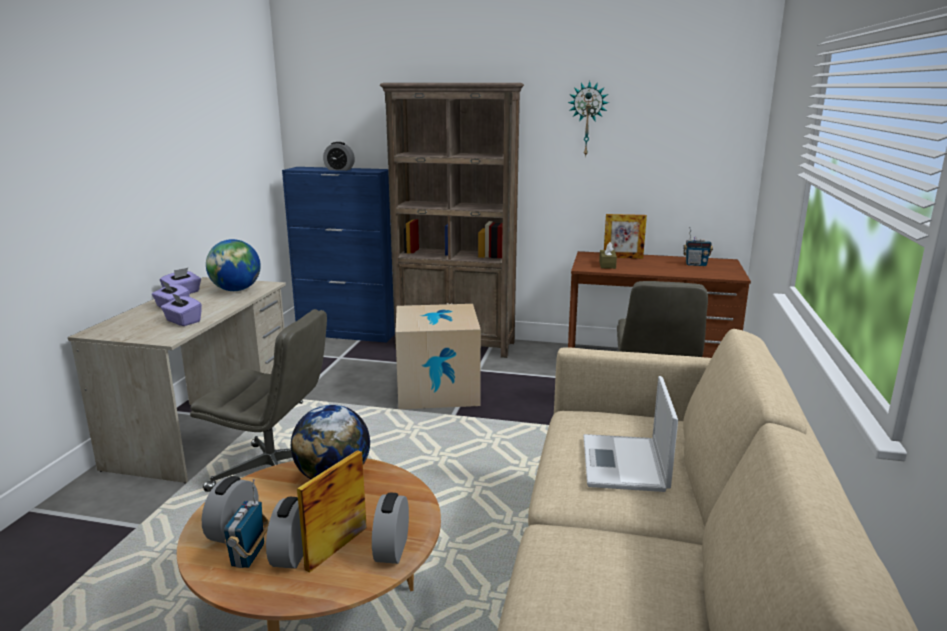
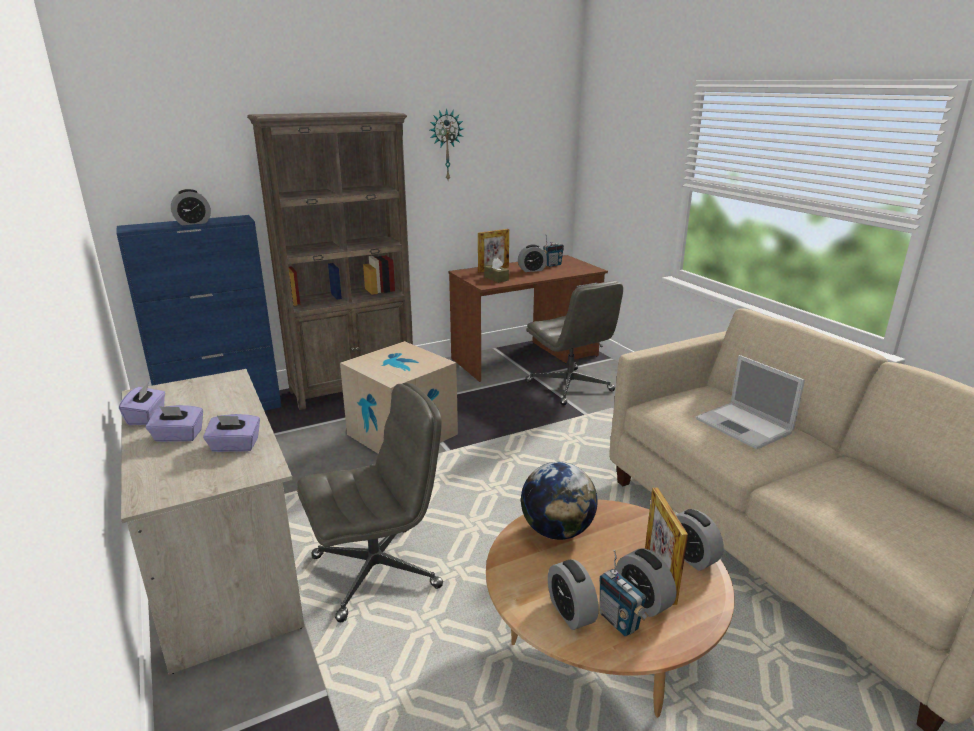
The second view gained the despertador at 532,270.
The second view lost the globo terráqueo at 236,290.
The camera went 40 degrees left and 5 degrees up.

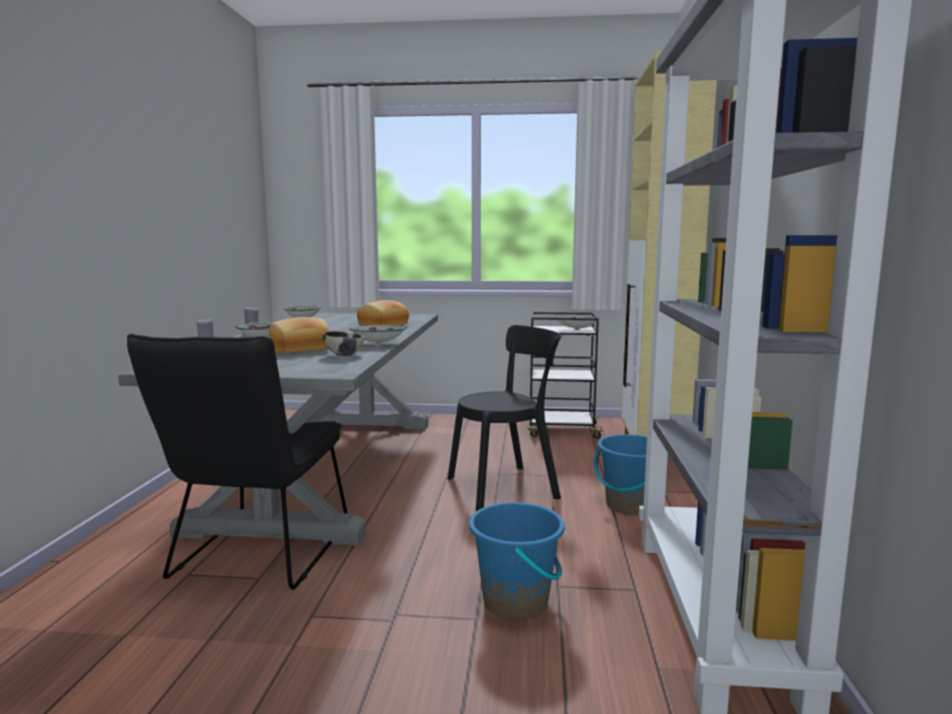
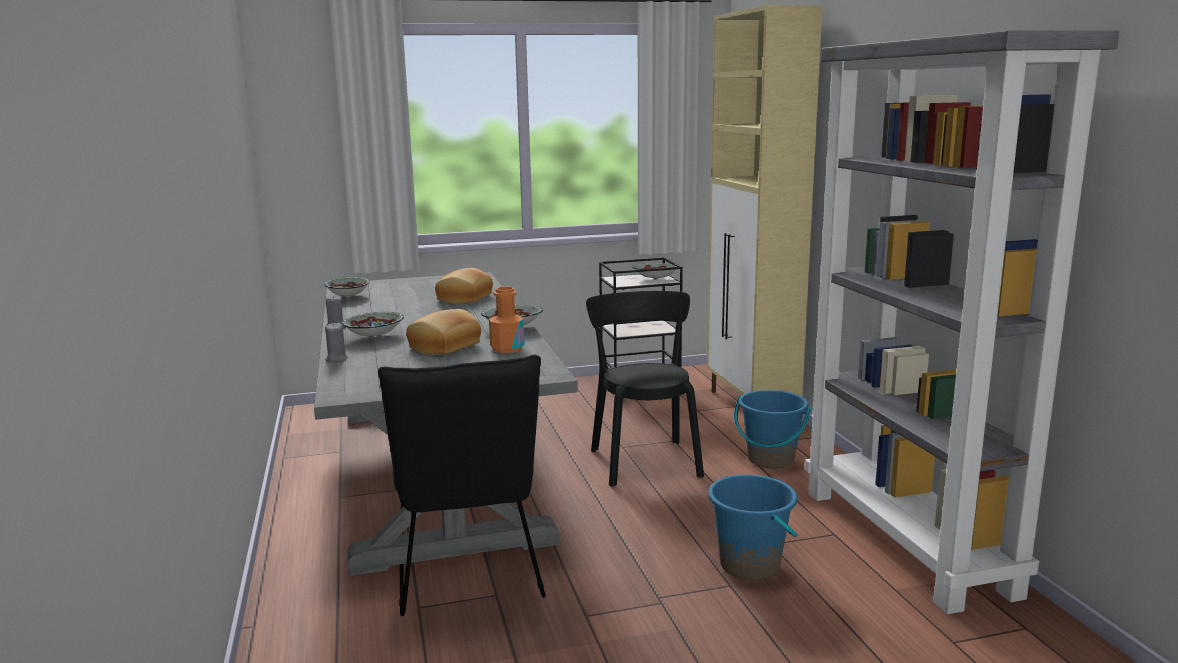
Where the cuenco stood at 344,355, the botella (naranja) came to stand at 507,349.
The silla (negro) at 507,487 ended up facing another way, 60 degrees counterclockwise from before.
The camera went 20 degrees left and 5 degrees up.

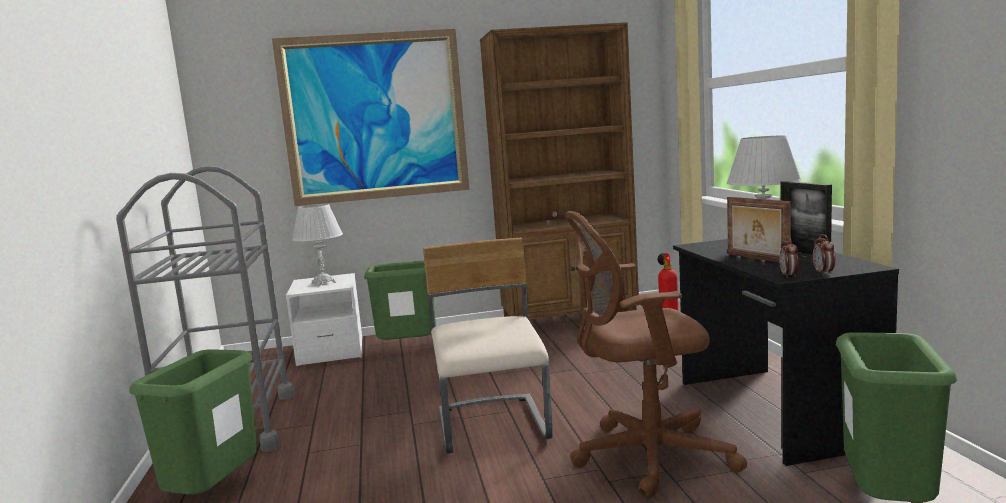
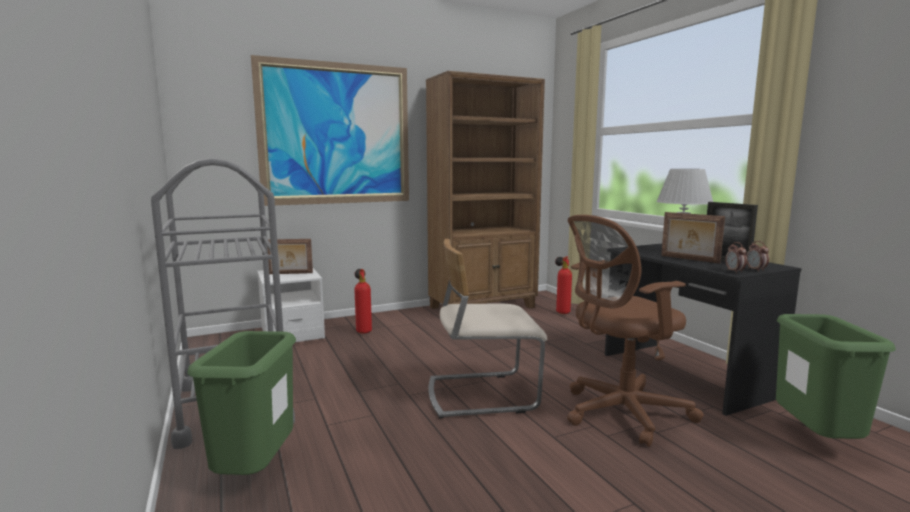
Where the lámpara de mesa (blanco) stood at 323,283, the portarretratos came to stand at 290,273.
Where the papelera (verde) stood at 408,349, the extintor came to stand at 363,331.
The silla (beis) at 493,426 ended up facing another way, 75 degrees counterclockwise from before.
The camera went 15 degrees left and 0 degrees up.

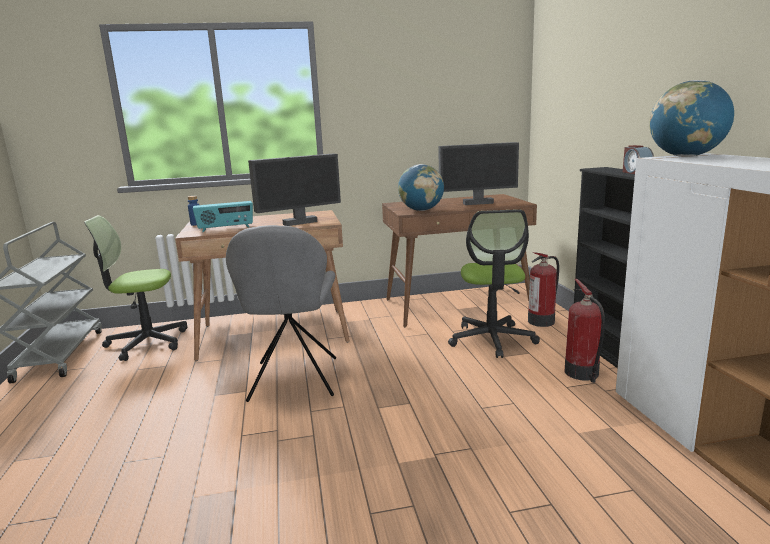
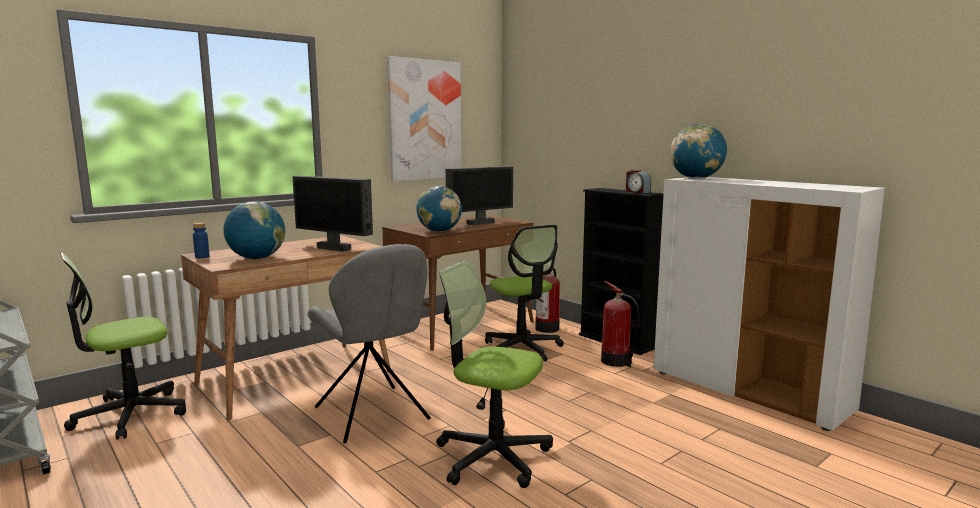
Where the radio stood at 226,229, the globo terráqueo came to stand at 257,258.
The monitor at 299,223 ended up facing another way, 90 degrees clockwise from before.
The second view gained the cuadro at 424,120.
The second view gained the silla de oficina at 492,456.
The camera went 30 degrees left and 5 degrees down.

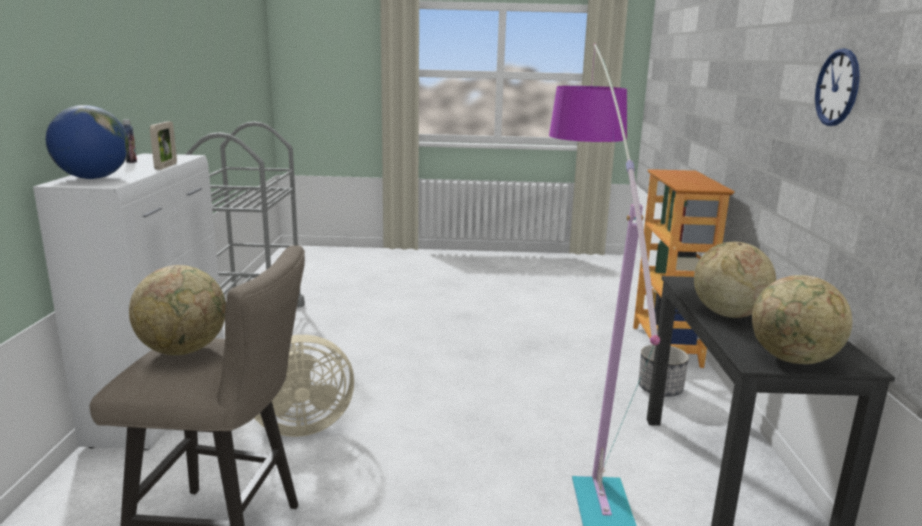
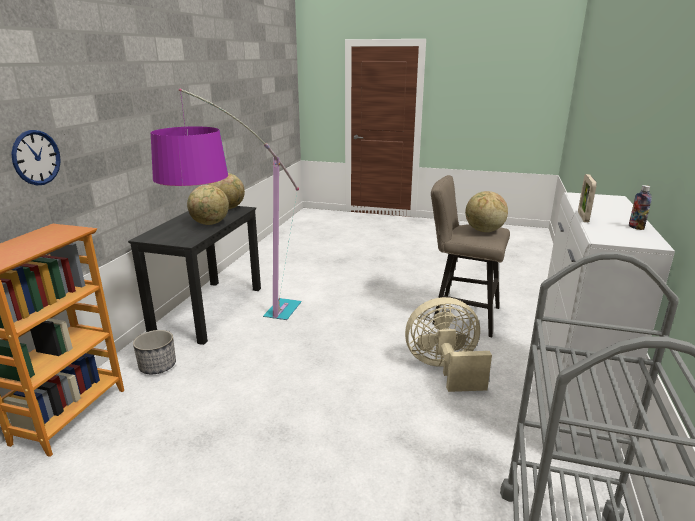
The reloj de pared ended up elsewhere, having gone from 837,87 to 36,157.
The second view lost the globo terráqueo at 93,178.
The camera went 165 degrees left and 5 degrees up.

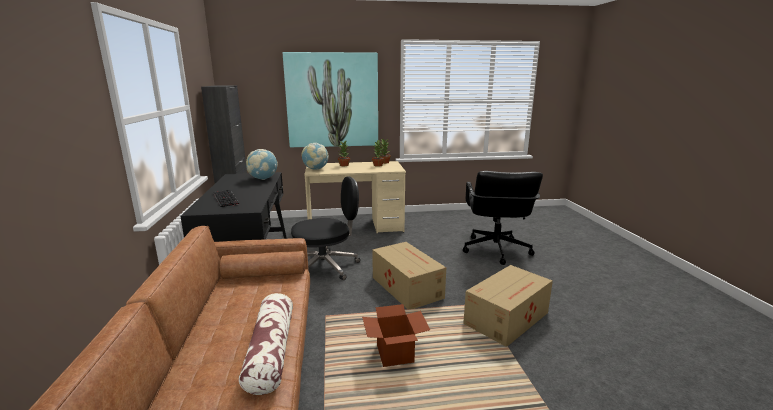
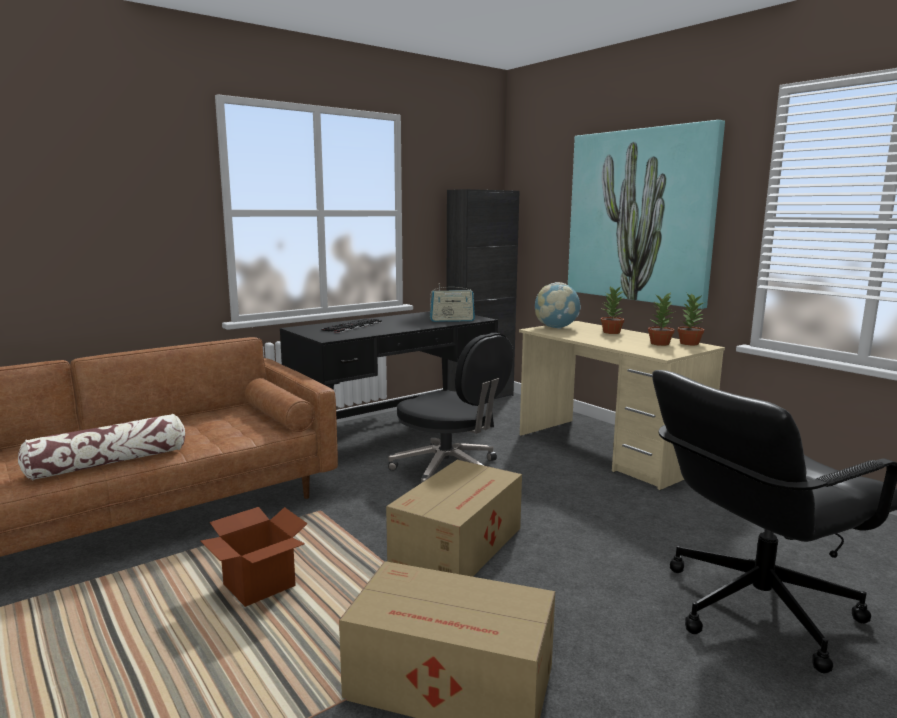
Where the globo terráqueo stood at 263,178, the radio came to stand at 452,320.
The camera went 60 degrees right and 5 degrees down.

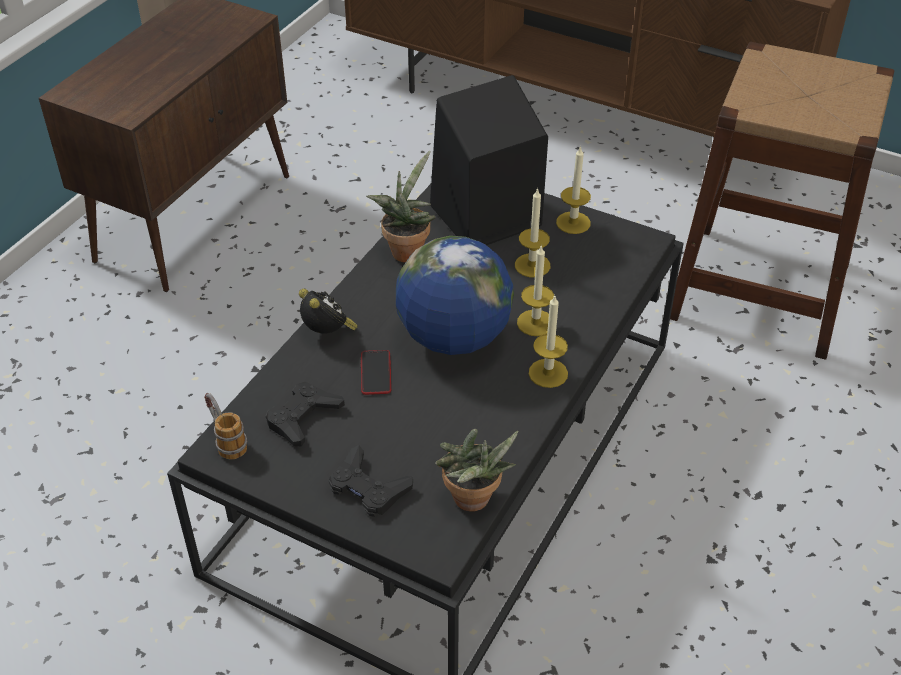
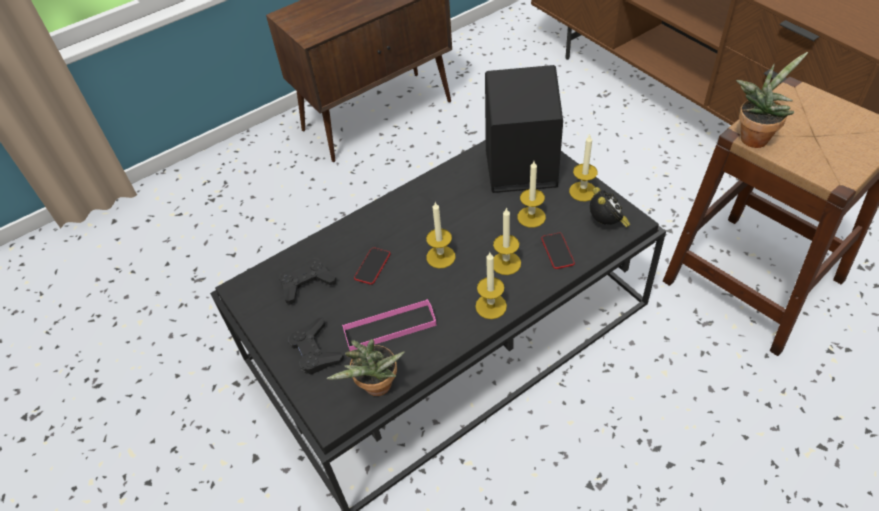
The second view gained the bandeja (rosa) at 390,327.
Where the globo terráqueo stood at 454,338, the vela came to stand at 440,257.
The second view gained the móvil at 557,251.
The despertador ended up elsewhere, having gone from 328,333 to 606,224.
The planta en maceta ended up elsewhere, having gone from 406,249 to 754,136.
The second view lost the taza grande at 225,440.
The camera went 30 degrees right and 5 degrees up.

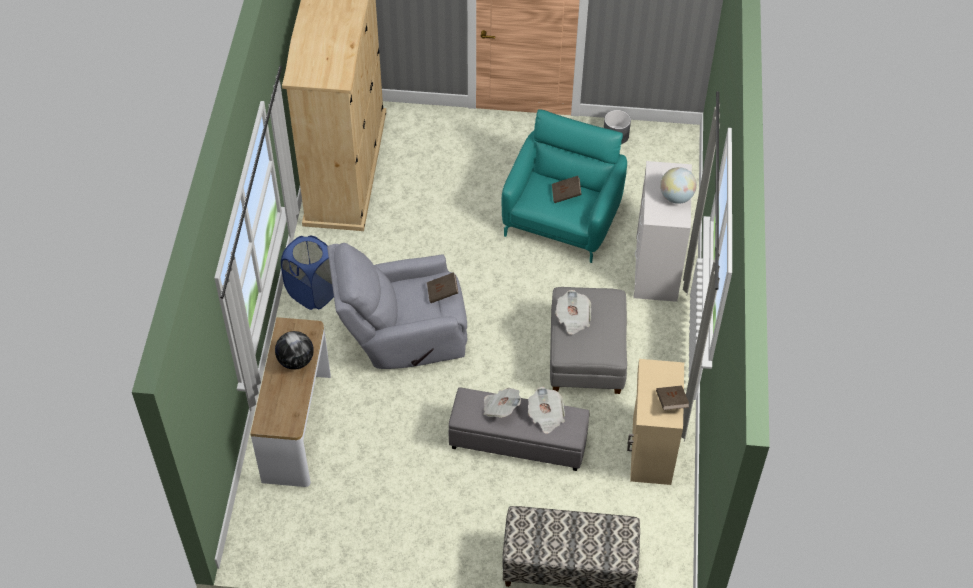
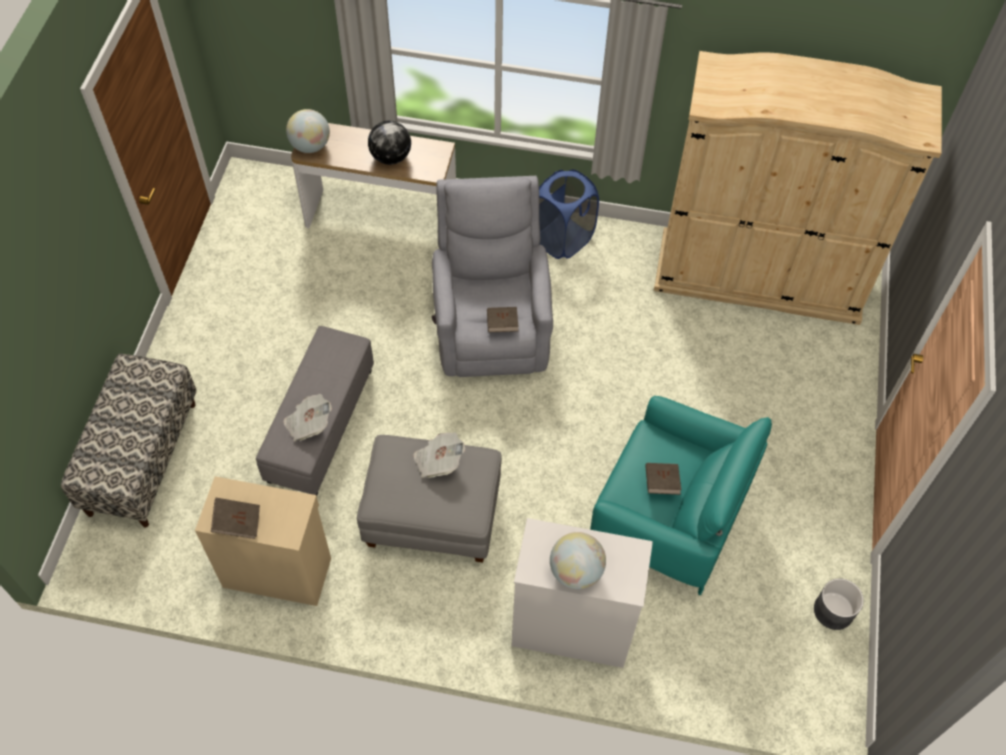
The second view gained the globo terráqueo at 310,146.
The second view lost the periódico at 500,408.
The camera went 95 degrees right and 5 degrees up.

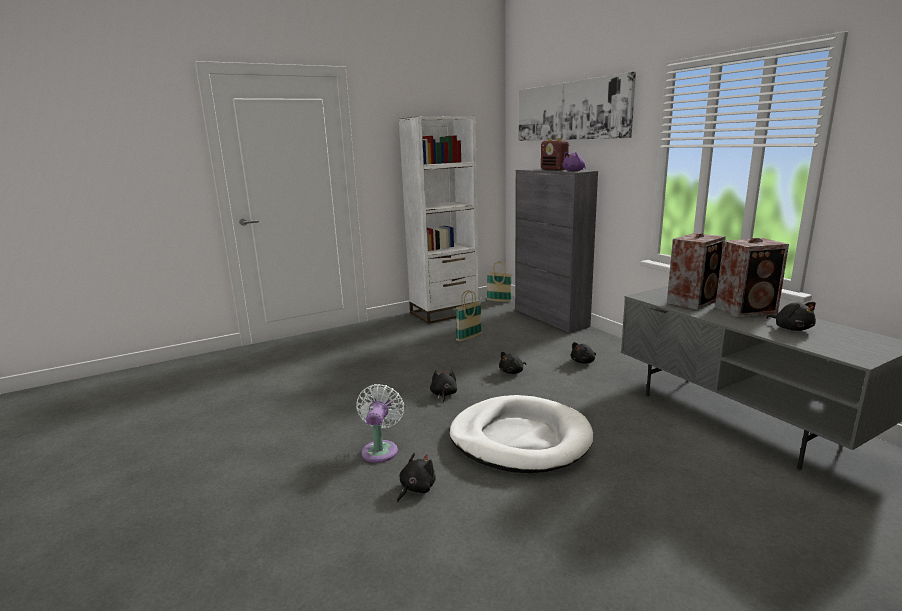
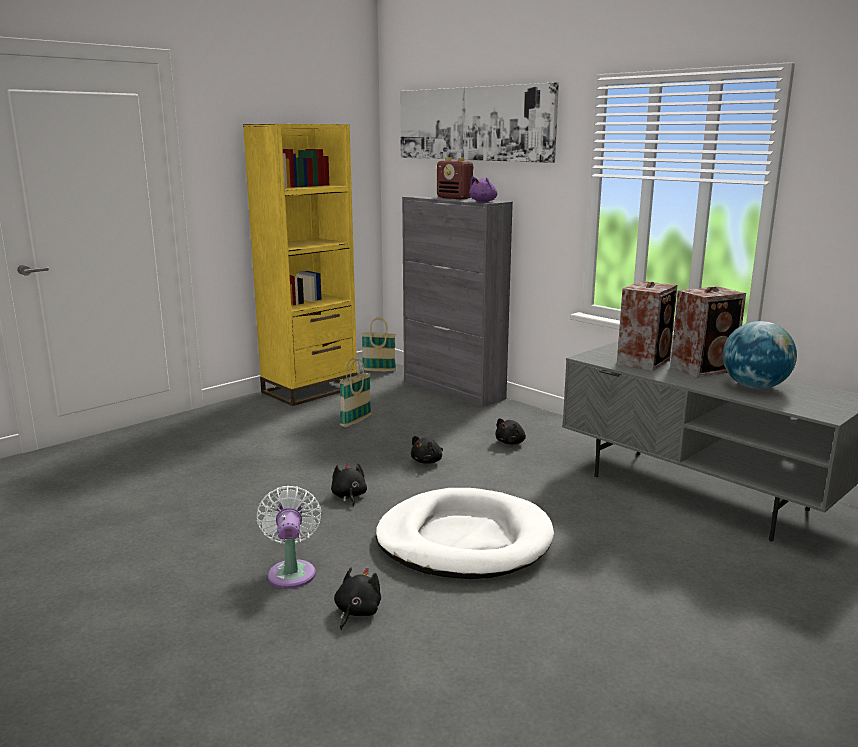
What was the estantería (blanco) at 444,313 turned into the estantería (amarillo) at 310,390.
Where the peluche (negro) stood at 791,328, the globo terráqueo came to stand at 754,387.
The camera went 15 degrees left and 0 degrees up.

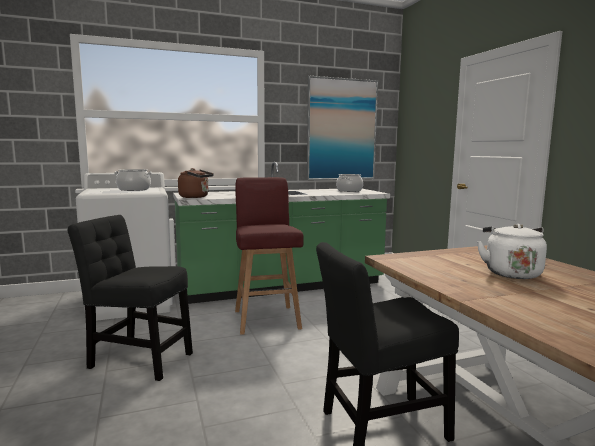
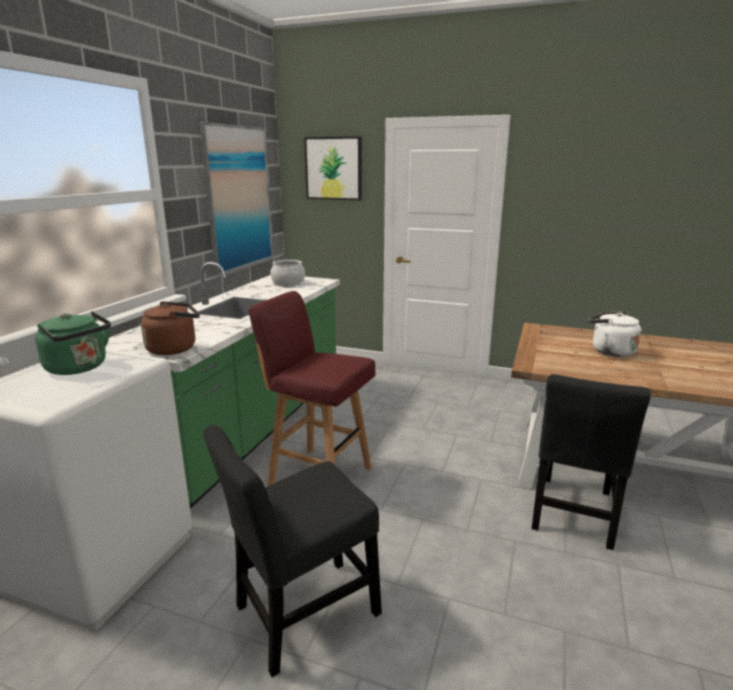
Where the olla stood at 134,189, the hervidor (verde) came to stand at 79,368.
The second view gained the cuadro at 333,168.
The camera went 50 degrees left and 10 degrees up.

